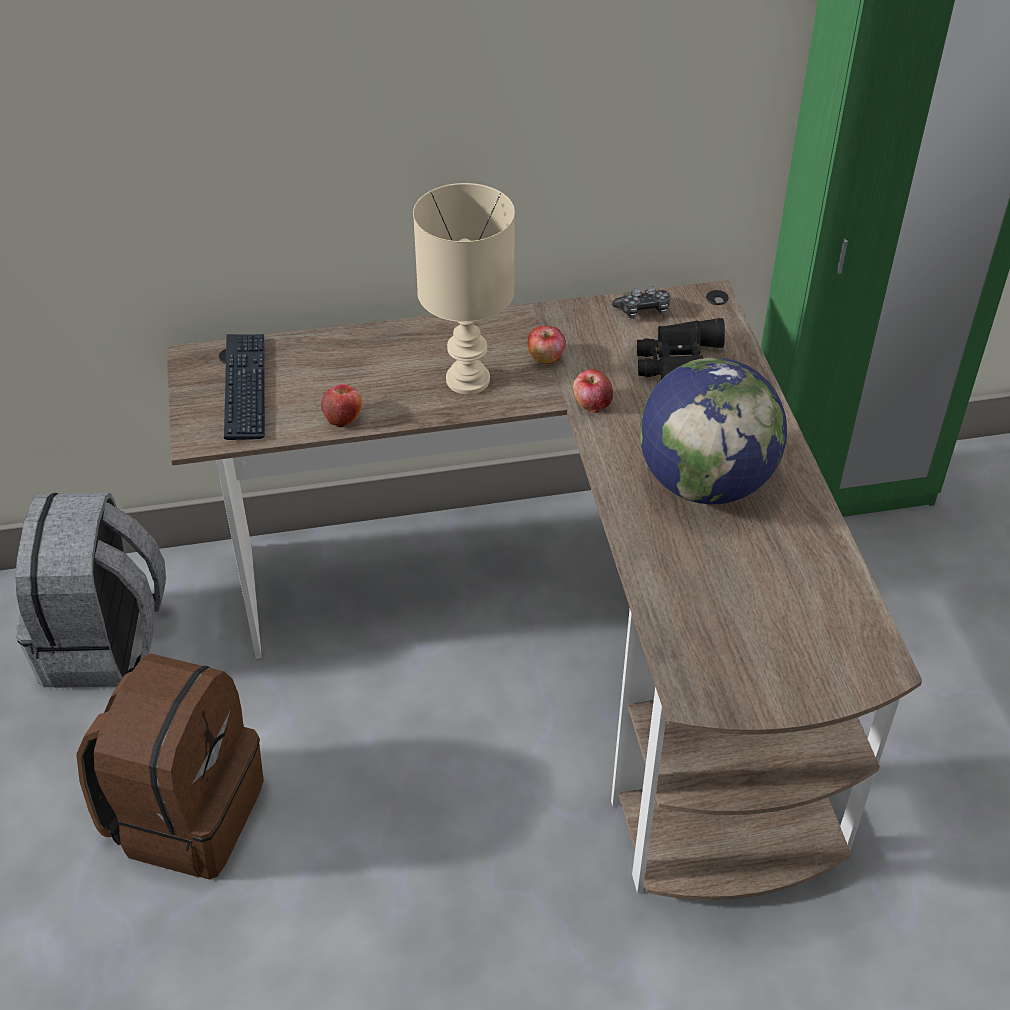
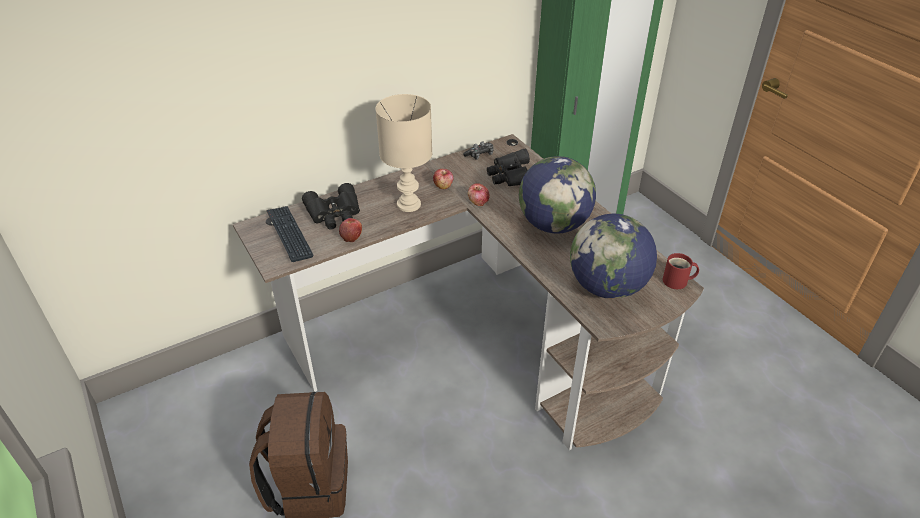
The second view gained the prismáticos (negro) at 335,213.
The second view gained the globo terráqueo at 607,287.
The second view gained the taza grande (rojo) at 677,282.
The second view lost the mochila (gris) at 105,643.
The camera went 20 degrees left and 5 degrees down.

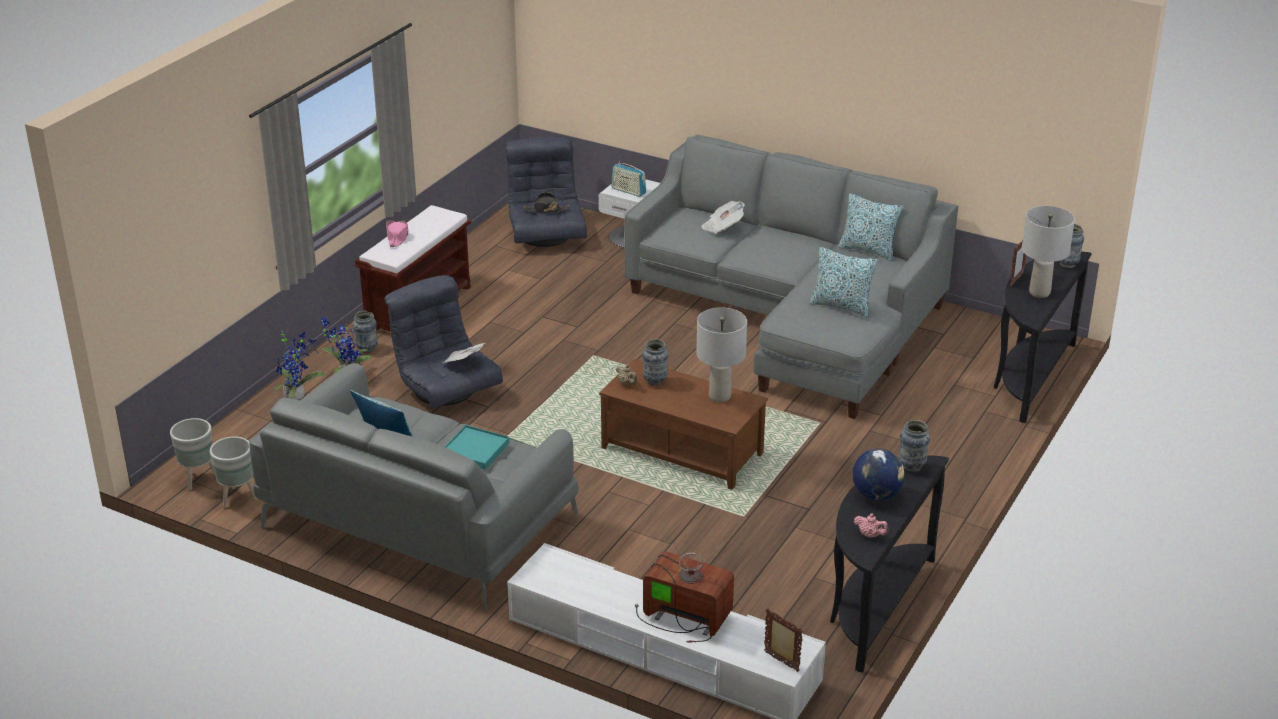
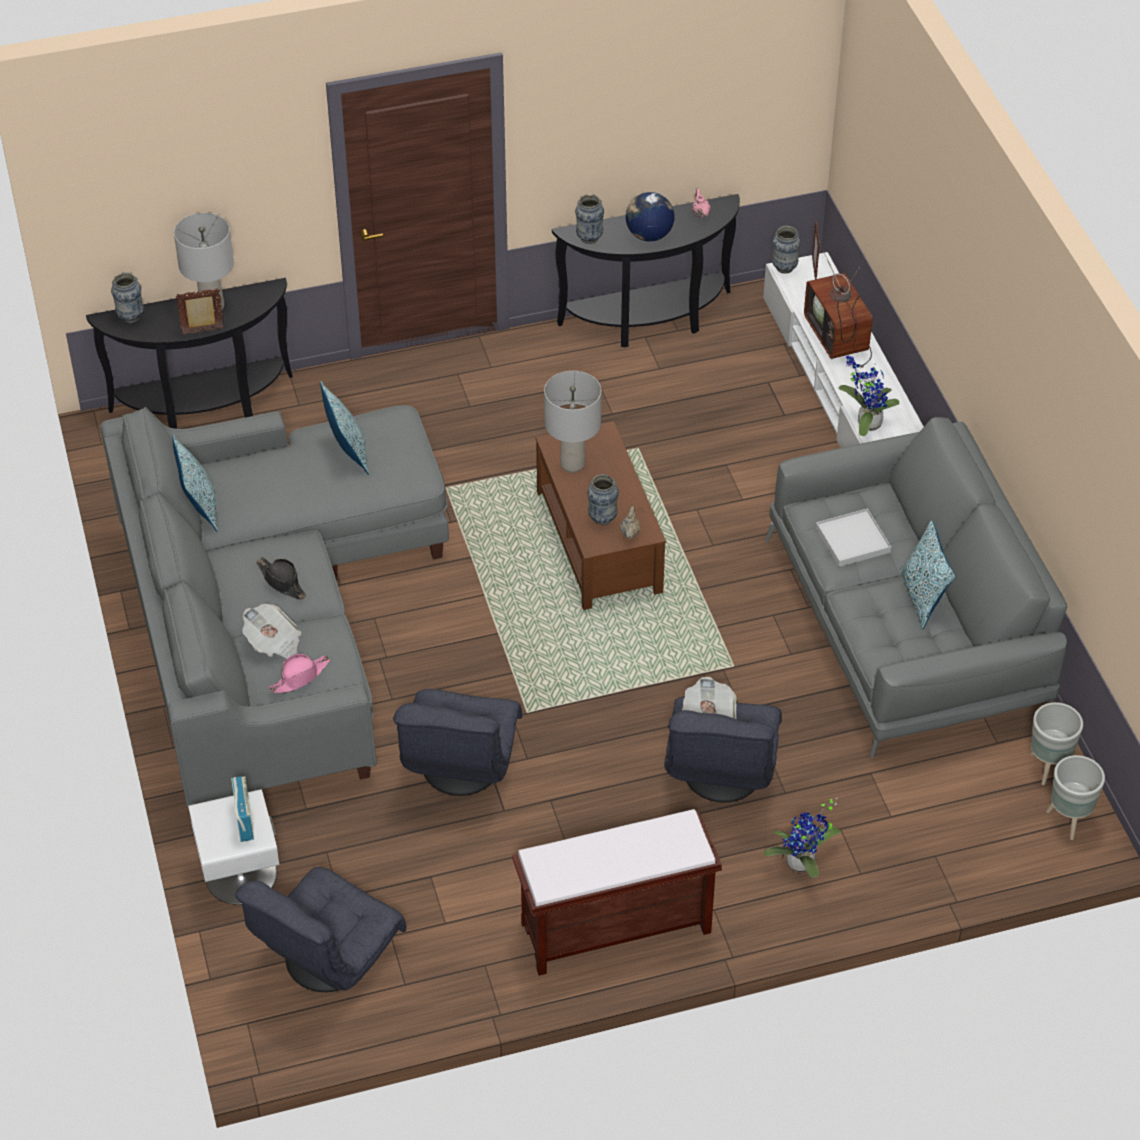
The sombrero (negro) ended up elsewhere, having gone from 546,210 to 282,582.
The sombrero (rosa) ended up elsewhere, having gone from 397,237 to 300,677.
The second view gained the sillón (gris) at 459,765.
The florero ended up elsewhere, having gone from 367,349 to 784,268.
What was the bandeja (turquesa) at 475,450 turned into the bandeja (blanco) at 852,540.
The planta en maceta ended up elsewhere, having gone from 297,397 to 866,423.
The camera went 135 degrees left and 15 degrees up.

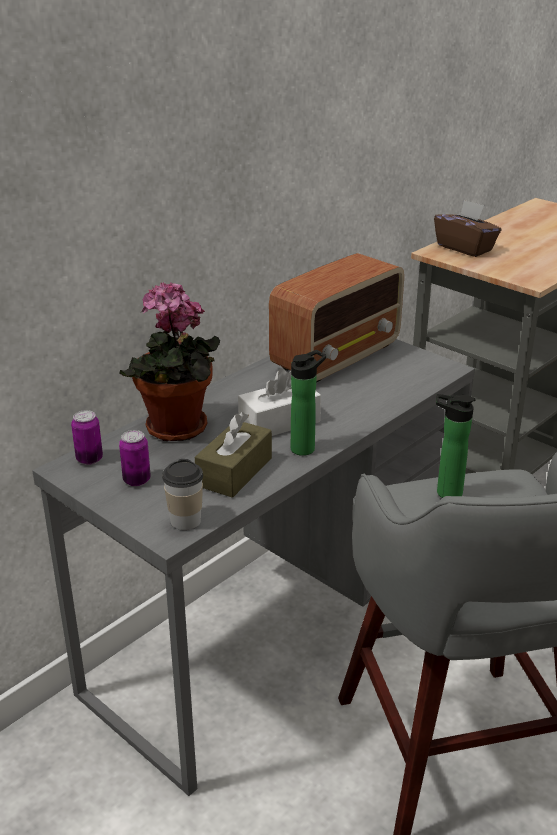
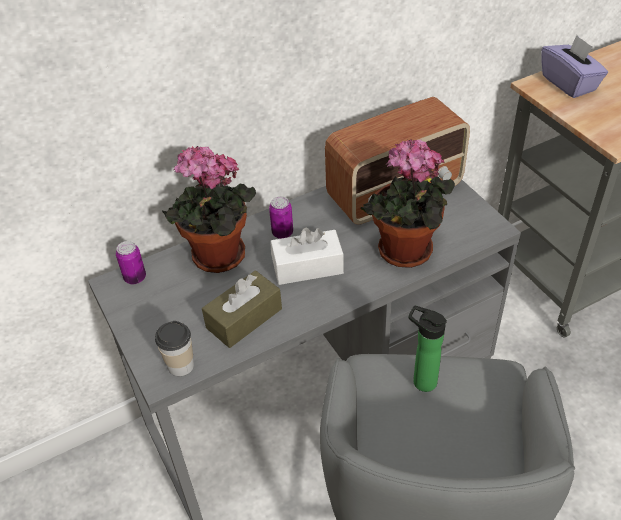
The lata ended up elsewhere, having gone from 137,480 to 282,233.
The second view gained the planta en maceta at 404,254.
What was the caja de pañuelos (marrón) at 465,248 turned into the caja de pañuelos (morado) at 569,83.
The second view lost the botella at 305,448.
The camera went 20 degrees right and 15 degrees up.

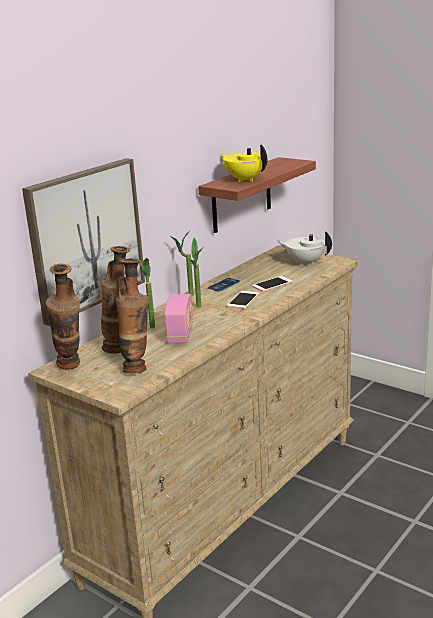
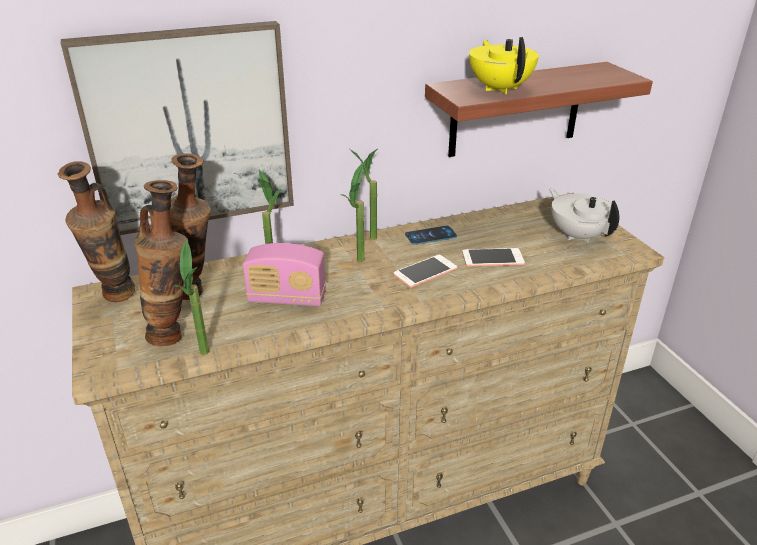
The second view gained the planta en maceta at 205,358.
The radio at 180,334 ended up facing another way, 60 degrees clockwise from before.
The camera went 30 degrees right and 10 degrees up.

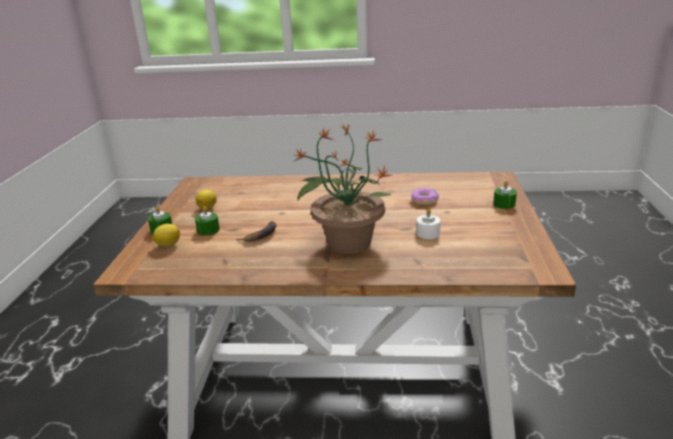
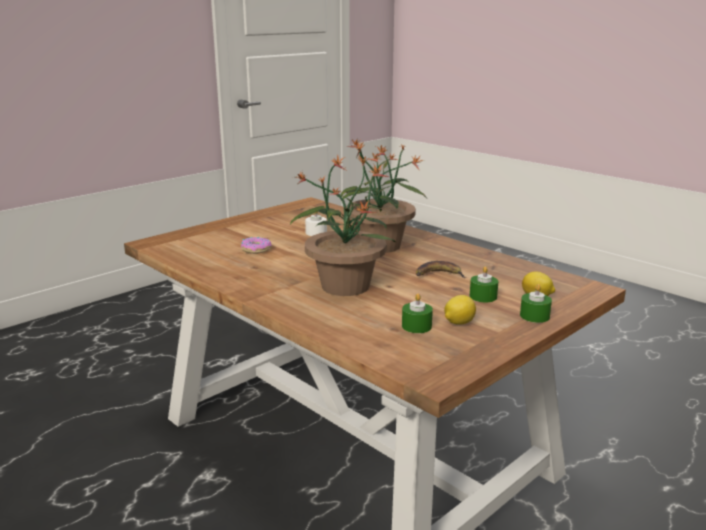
The second view gained the planta en maceta at 345,285.
The vela (verde) ended up elsewhere, having gone from 504,204 to 416,326.
The camera went 140 degrees left and 5 degrees down.

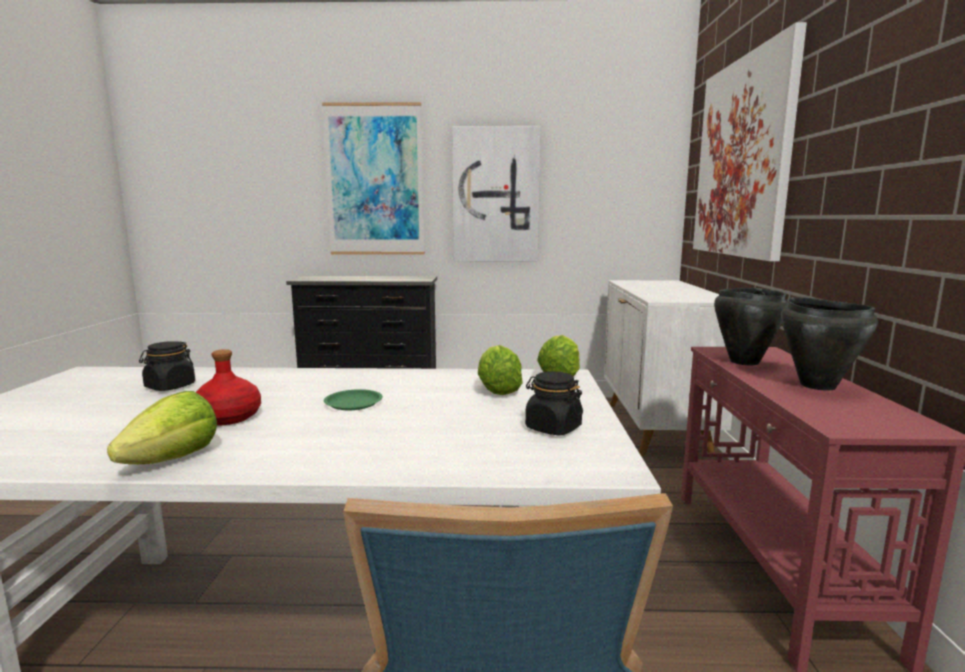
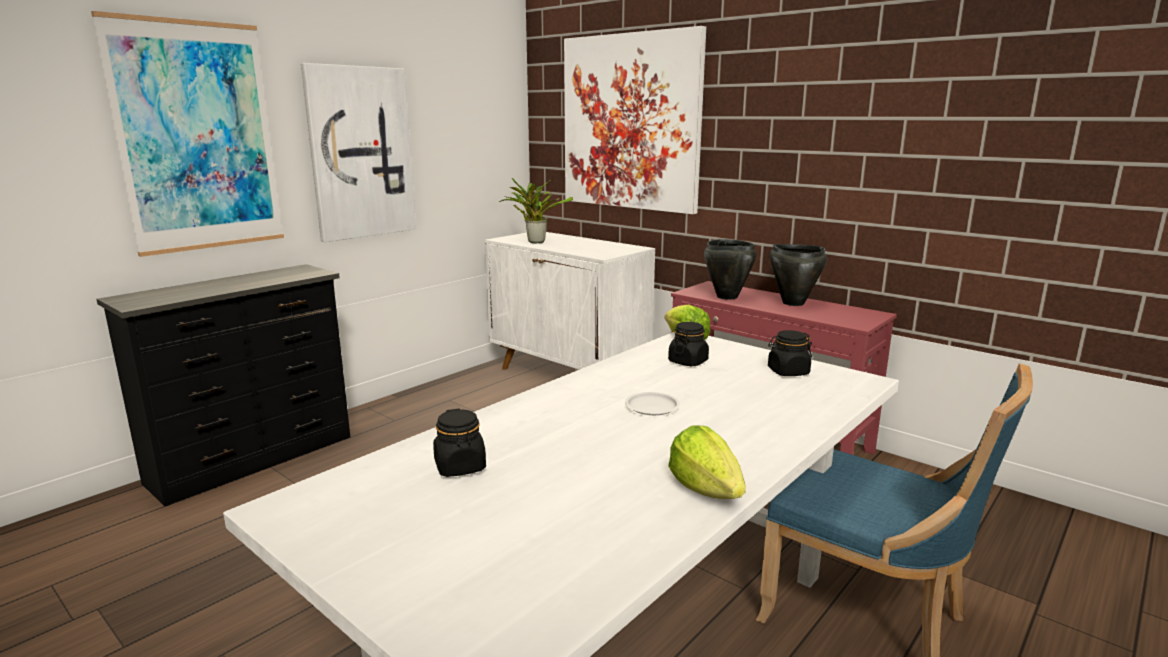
The second view gained the planta en maceta at 534,241.
What was the plato (verde) at 353,403 turned into the plato (blanco) at 651,407.
Where the lechuga stood at 497,389, the tarro (negro) came to stand at 688,361.
The second view lost the botella (rojo) at 229,417.
The camera went 50 degrees left and 5 degrees up.

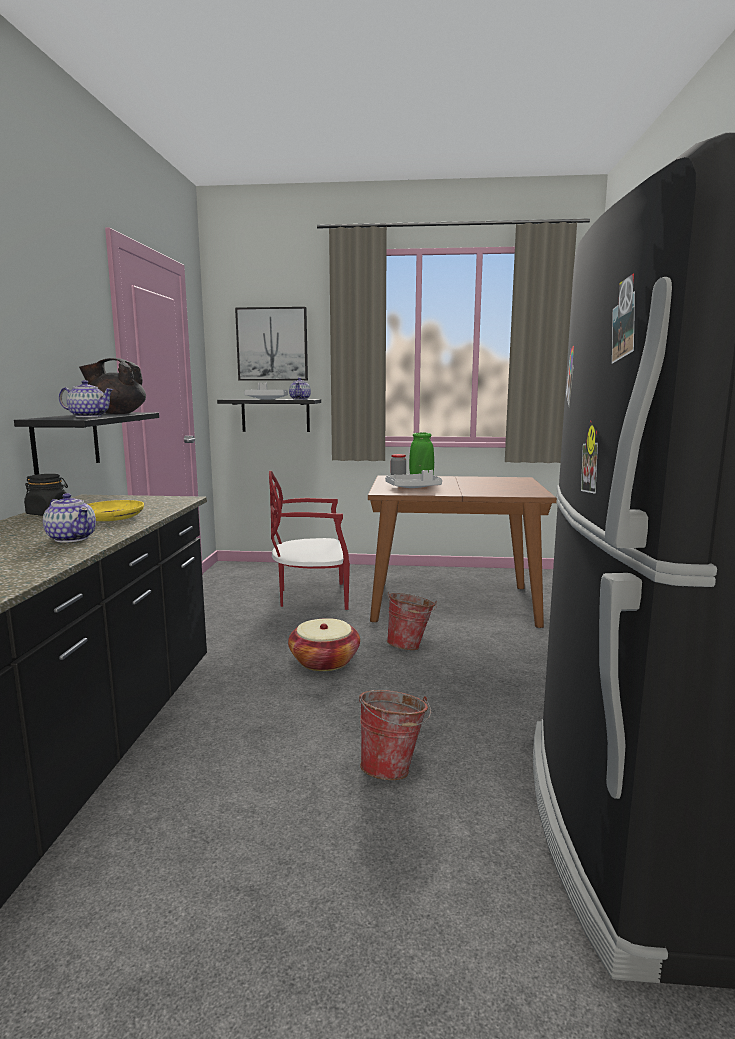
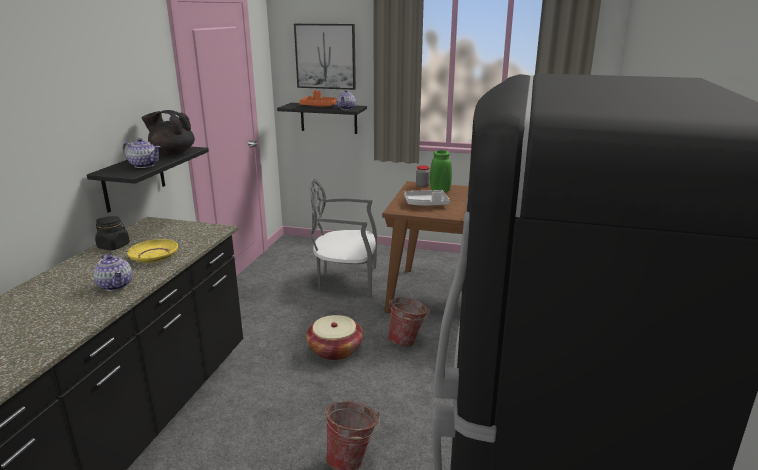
What was the bandeja (gris) at 266,399 turned into the bandeja (naranja) at 319,106.
What was the silla (rojo) at 311,597 turned into the silla (gris) at 346,280.
The camera went 10 degrees right and 10 degrees up.

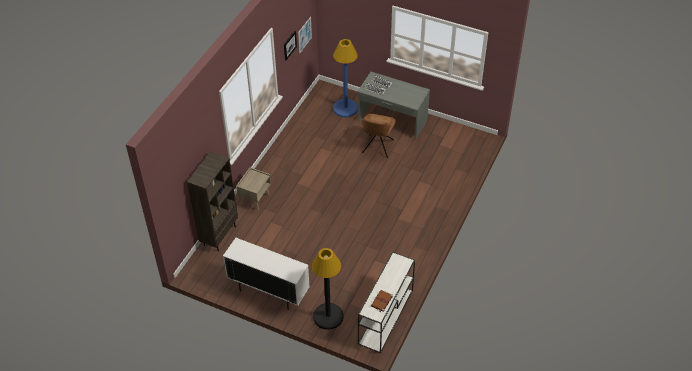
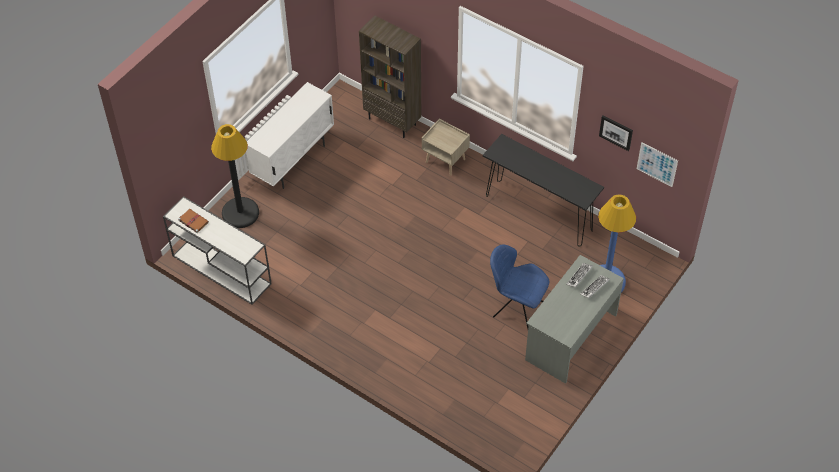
The second view gained the mesa consola (negro) at 538,213.
What was the silla (marrón) at 377,147 turned into the silla (azul) at 516,308.
The camera went 100 degrees right and 5 degrees up.

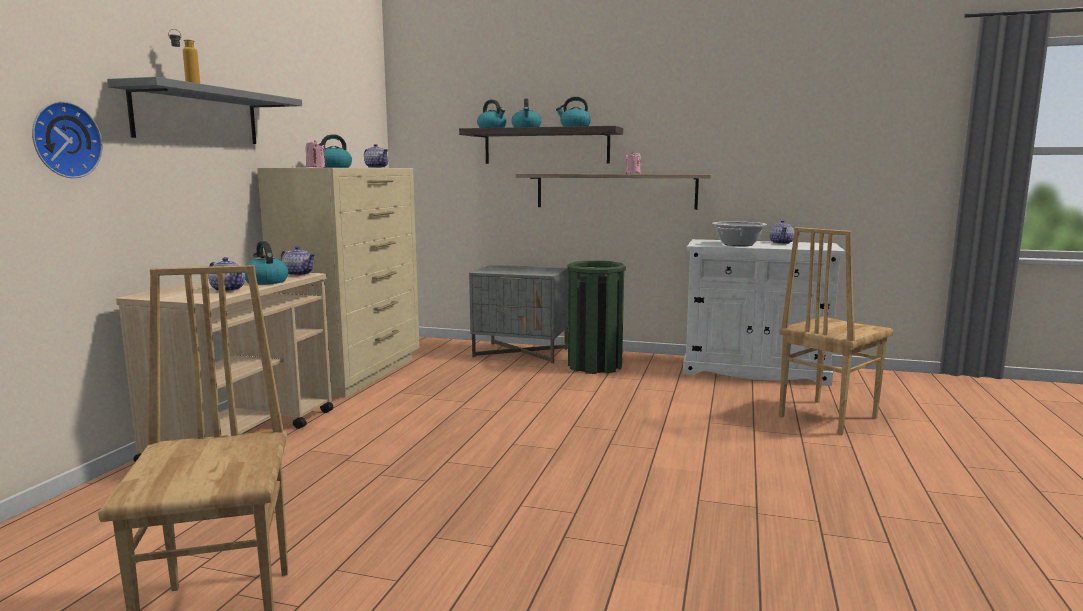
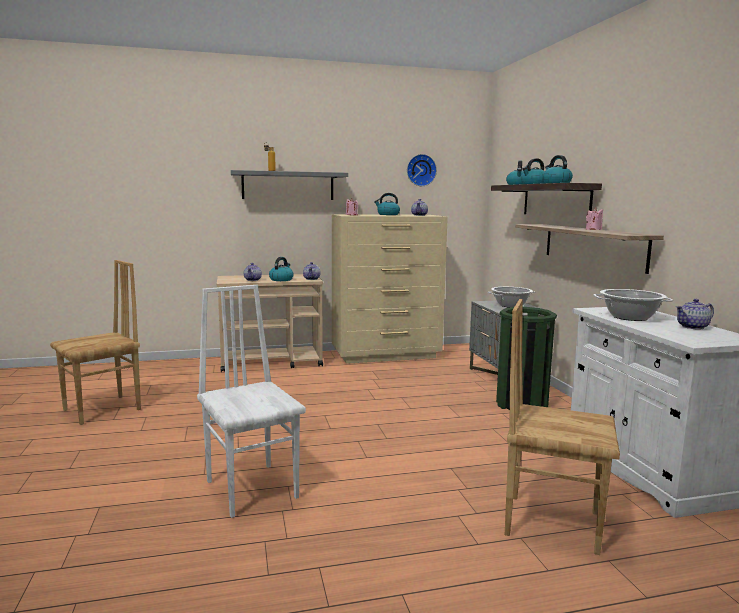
The second view gained the silla (blanco) at 253,488.
The reloj de pared ended up elsewhere, having gone from 63,140 to 420,170.
The second view gained the olla at 510,305.
The camera went 60 degrees right and 0 degrees up.

